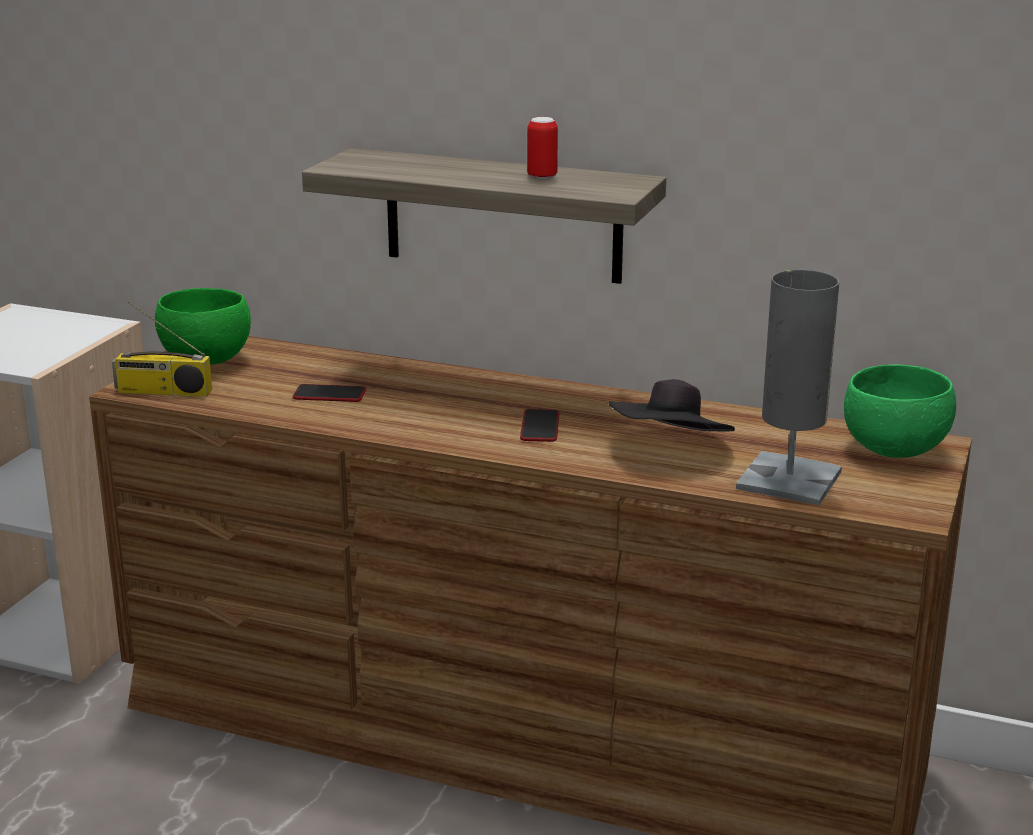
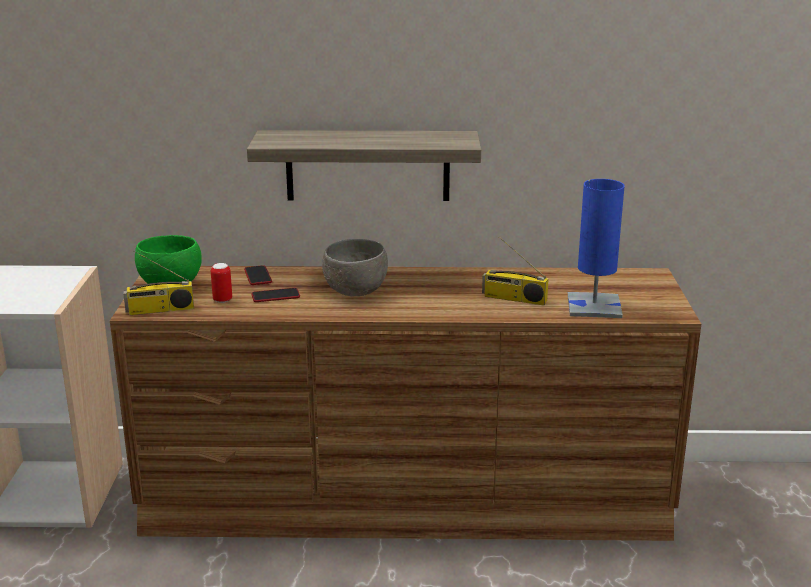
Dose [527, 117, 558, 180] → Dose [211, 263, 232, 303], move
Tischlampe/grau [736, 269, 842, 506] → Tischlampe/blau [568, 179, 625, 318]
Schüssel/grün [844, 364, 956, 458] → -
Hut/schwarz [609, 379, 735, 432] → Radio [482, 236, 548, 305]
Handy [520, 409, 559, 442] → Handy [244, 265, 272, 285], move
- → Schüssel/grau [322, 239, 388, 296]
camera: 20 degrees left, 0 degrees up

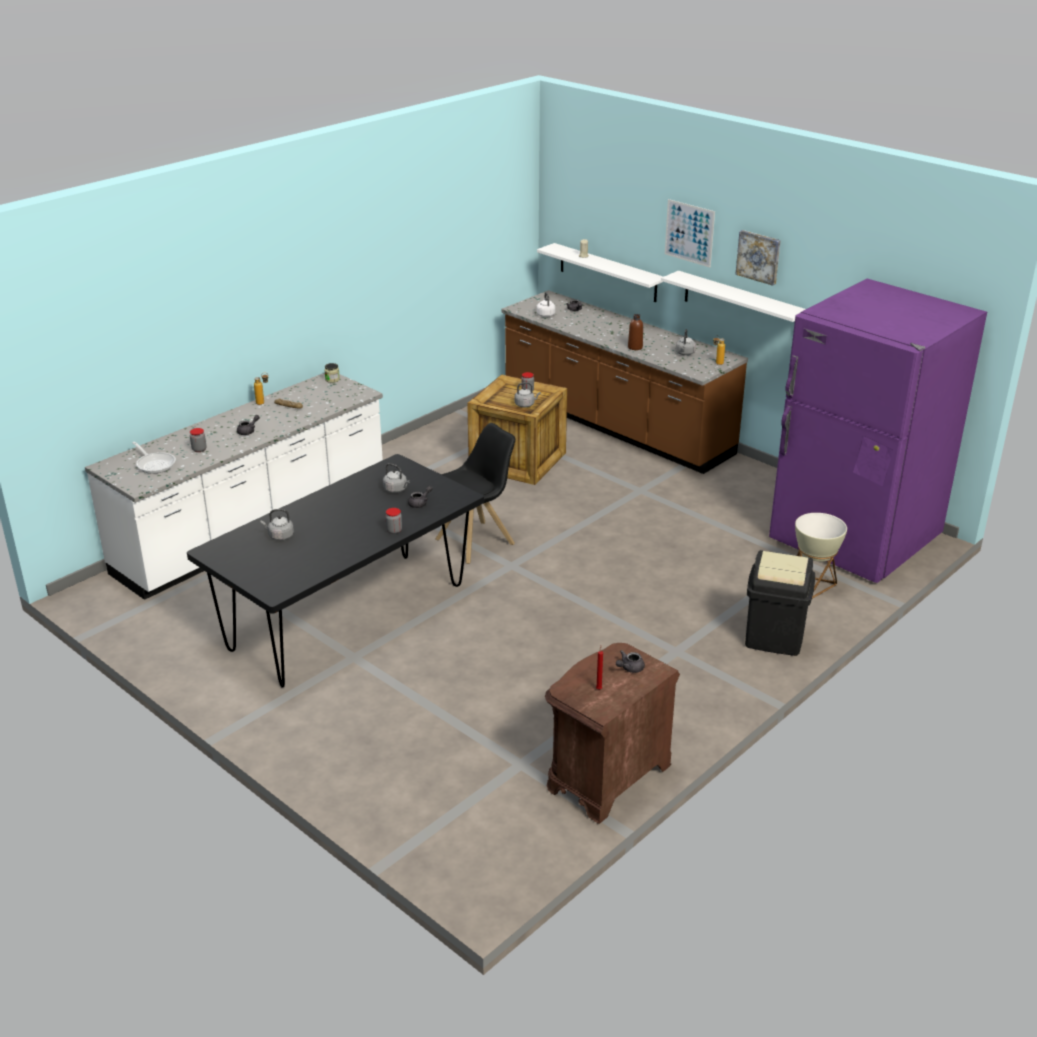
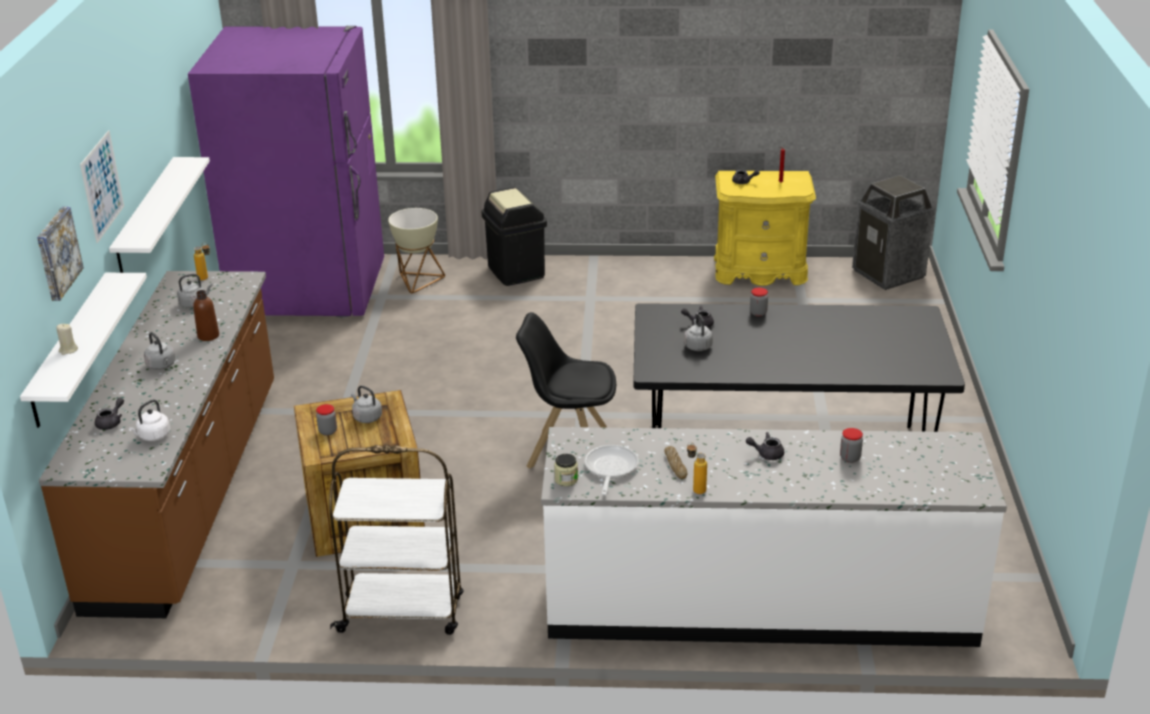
Bild [735, 230, 781, 286] → Bild [37, 207, 84, 301], move
Pfanne [133, 442, 176, 474] → Pfanne [584, 445, 639, 495], move
Wasserkessel/grau [261, 509, 294, 541] → Wasserkessel/grau [144, 332, 175, 370], move
Nachttisch/braun [545, 643, 680, 824] → Nachttisch/gelb [714, 171, 816, 286]
- → Mülleimer [852, 175, 934, 290]
- → Rollwagen/weiß [329, 445, 464, 635]
camera: 130 degrees left, 0 degrees up

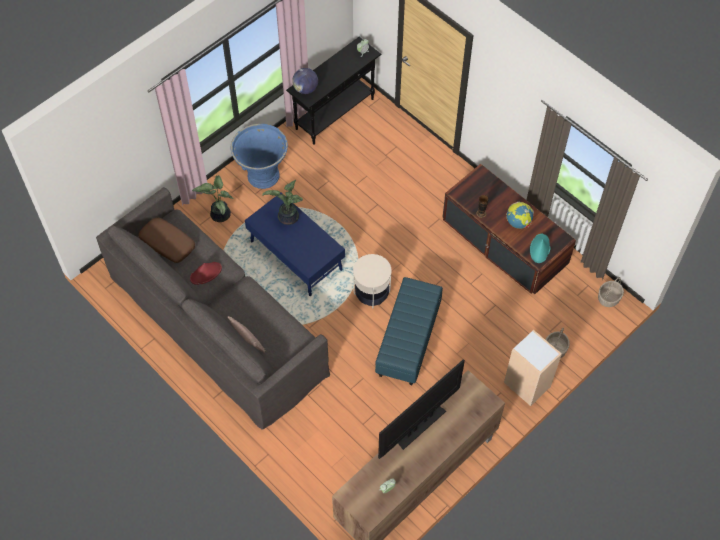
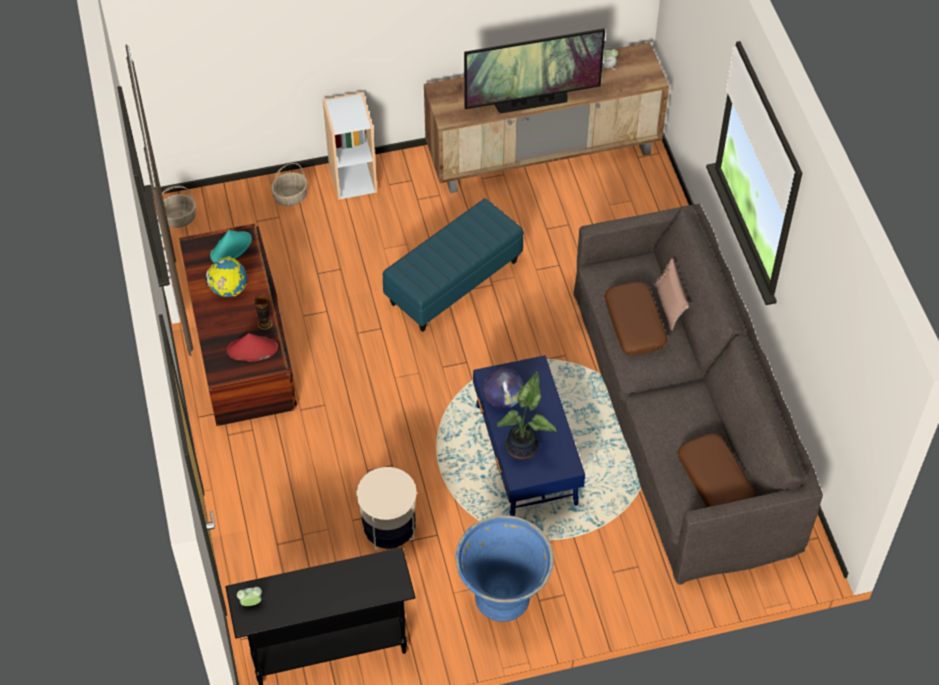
Globus [292, 68, 318, 94] → Globus [482, 367, 524, 409], move
Topfpflanze [192, 175, 234, 222] → -
Beistelltisch/beige [353, 254, 392, 308] → Beistelltisch/beige [357, 467, 417, 550], move
Hut/rot [190, 262, 222, 285] → Hut/rot [227, 333, 278, 362], move
- → Kissen/braun [604, 282, 667, 355]
camera: 150 degrees left, 5 degrees down

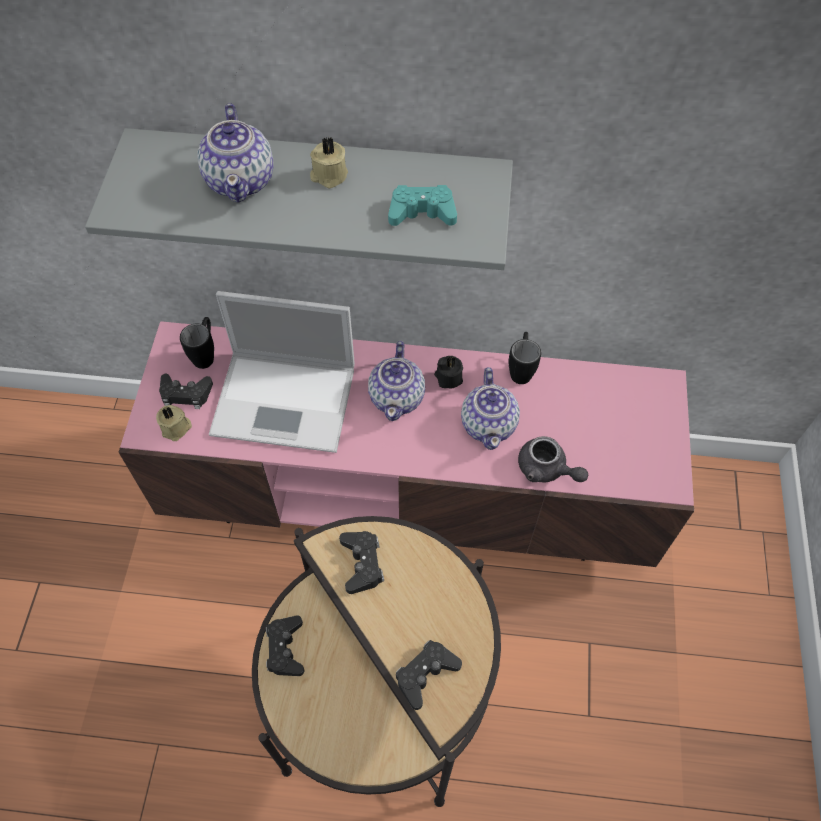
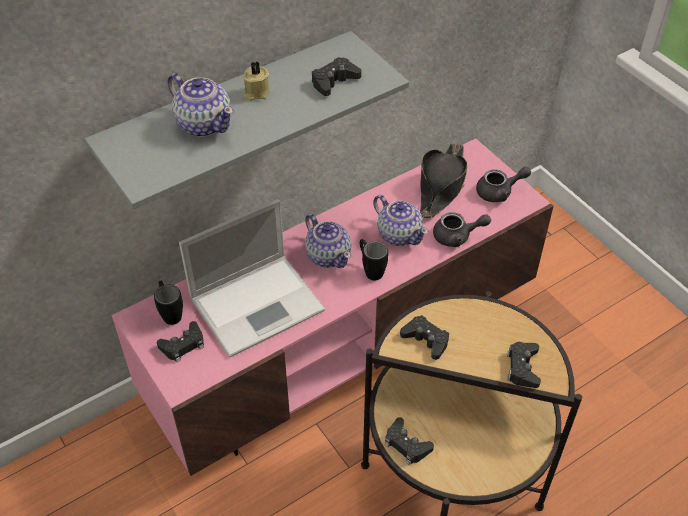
Gamepad/türkis [388, 185, 457, 226] → Gamepad/schwarz [312, 57, 362, 96]
Henkelbecher/schwarz [509, 332, 541, 384] → Henkelbecher/schwarz [360, 239, 388, 281], move
Kerze/schwarz [434, 356, 463, 388] → -
Kerze/beige [156, 405, 192, 441] → -
- → Hut/schwarz [420, 144, 467, 218]
- → Teekanne/grau [476, 167, 531, 202]
camera: 40 degrees left, 10 degrees down

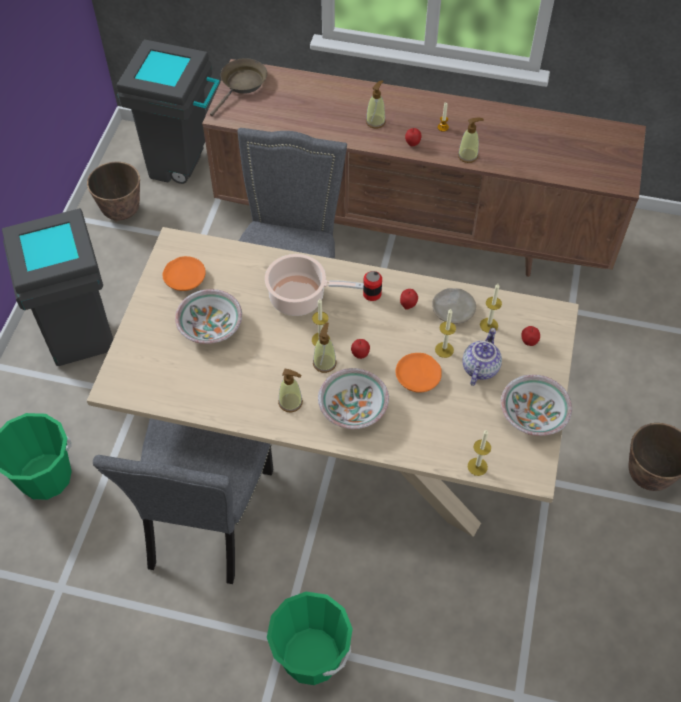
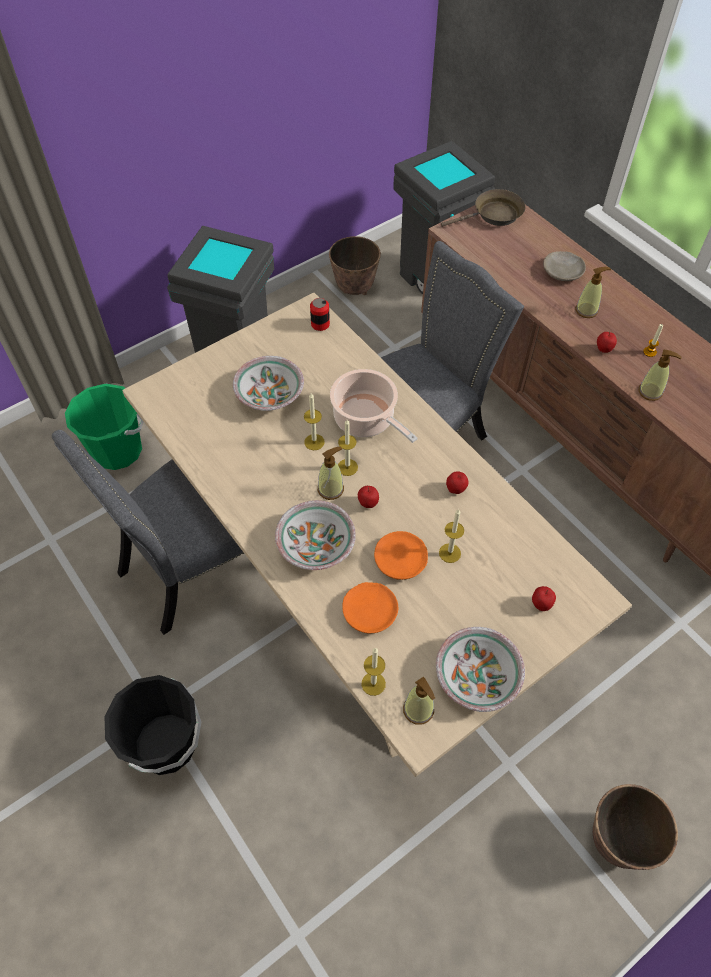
Teller/orange [162, 256, 206, 291] → Teller/orange [342, 582, 398, 633], move
Dose [363, 271, 382, 301] → Dose [310, 298, 330, 331], move
Kerze [480, 284, 502, 333] → Kerze [304, 393, 325, 450], move
Teller/beige [432, 288, 476, 324] → Teller/beige [543, 251, 586, 281], move
Teekanne [463, 328, 502, 386] → -
Seifenspender [278, 369, 303, 413] → Seifenspender [403, 677, 435, 725], move
Eimer/grün [267, 592, 353, 685] → Eimer/schwarz [104, 675, 201, 775]
camera: 40 degrees right, 0 degrees up

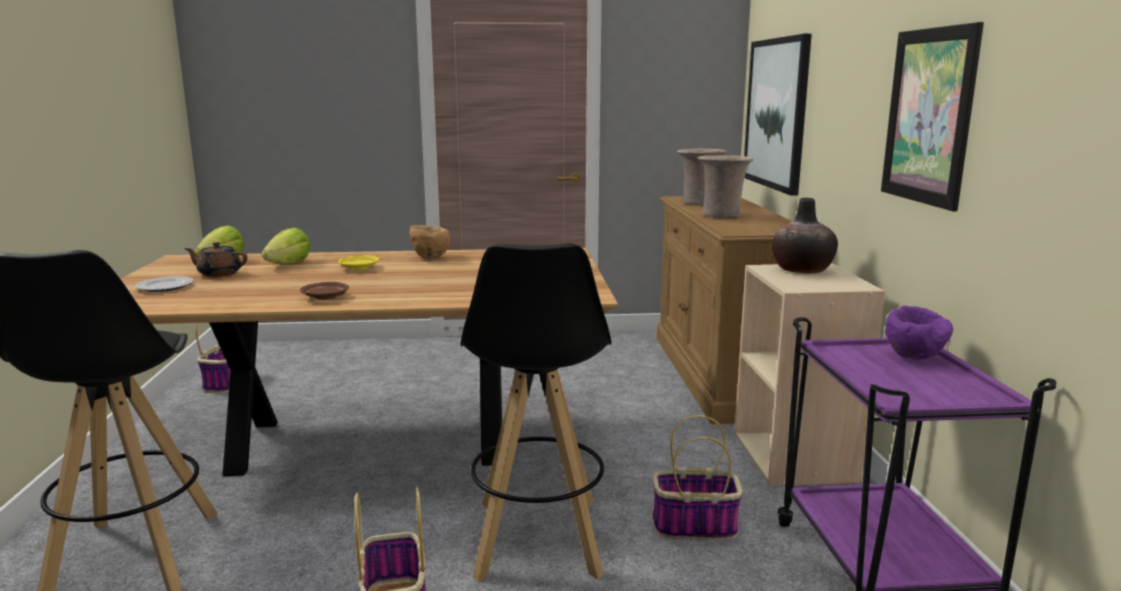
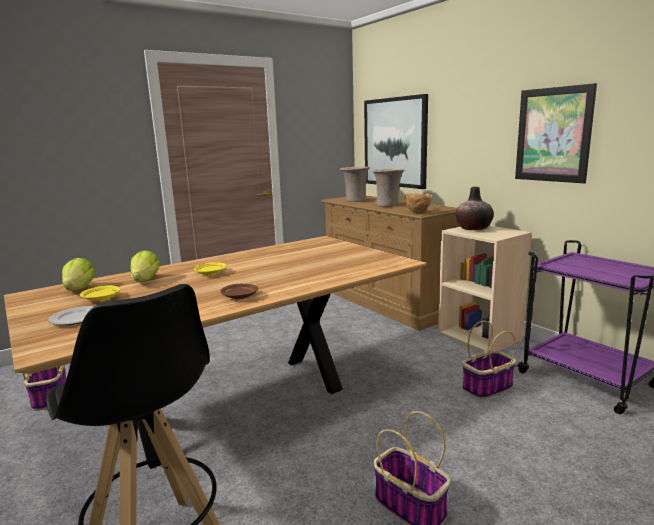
Schüssel/braun [409, 225, 450, 259] → Schüssel/braun [405, 193, 432, 213], move
Teekanne/braun [184, 242, 247, 277] → Teller/gelb [80, 285, 120, 301]
Hocker/schwarz [460, 243, 611, 582] → -
Schüssel/lila [885, 306, 953, 360] → -
camera: 30 degrees left, 0 degrees up

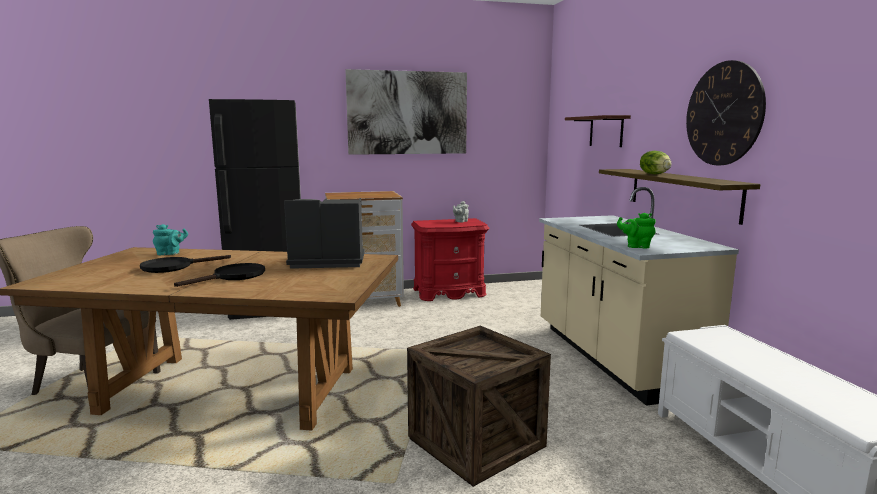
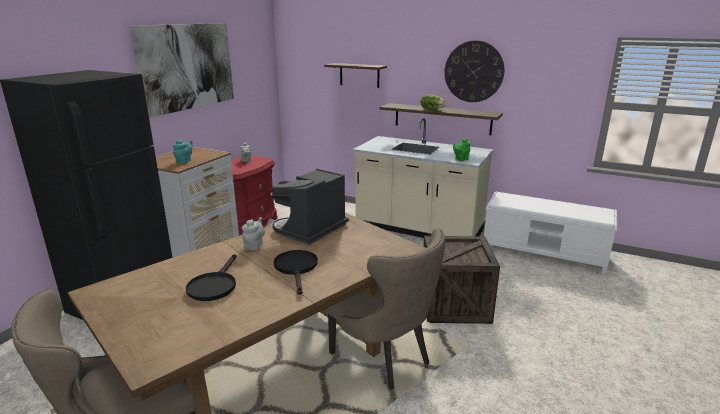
Teekanne/türkis [153, 224, 188, 255] → Teekanne/türkis [173, 140, 193, 164], move
- → Teekanne/grau [242, 217, 265, 251]
- → Stuhl/beige [326, 228, 446, 390]
camera: 50 degrees left, 10 degrees up

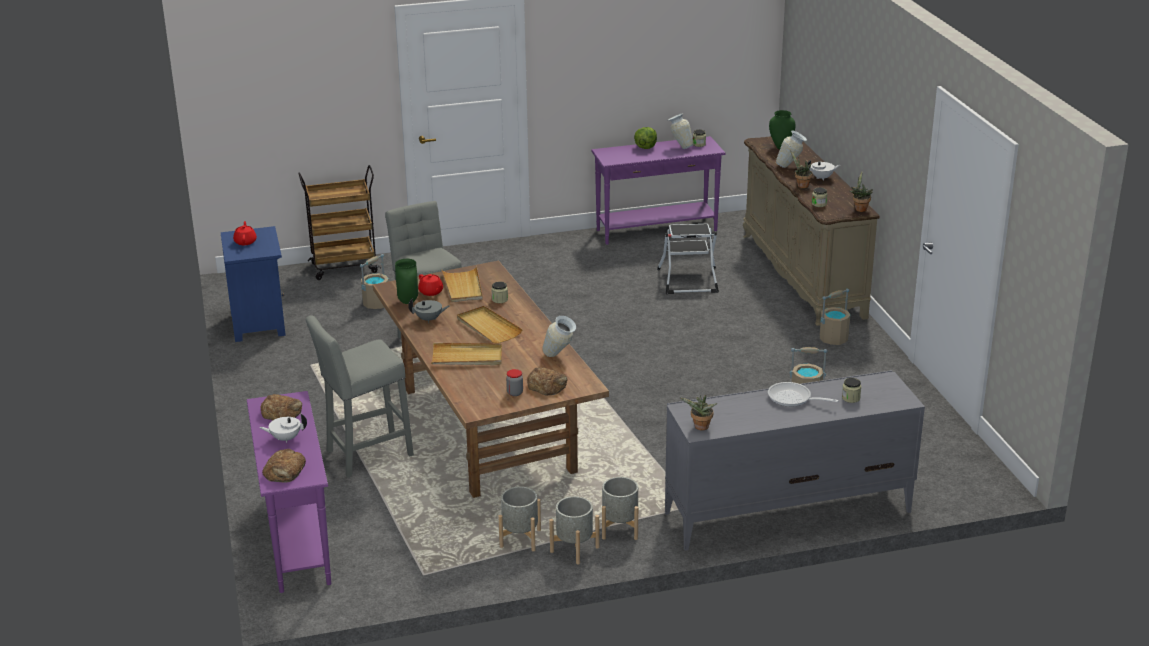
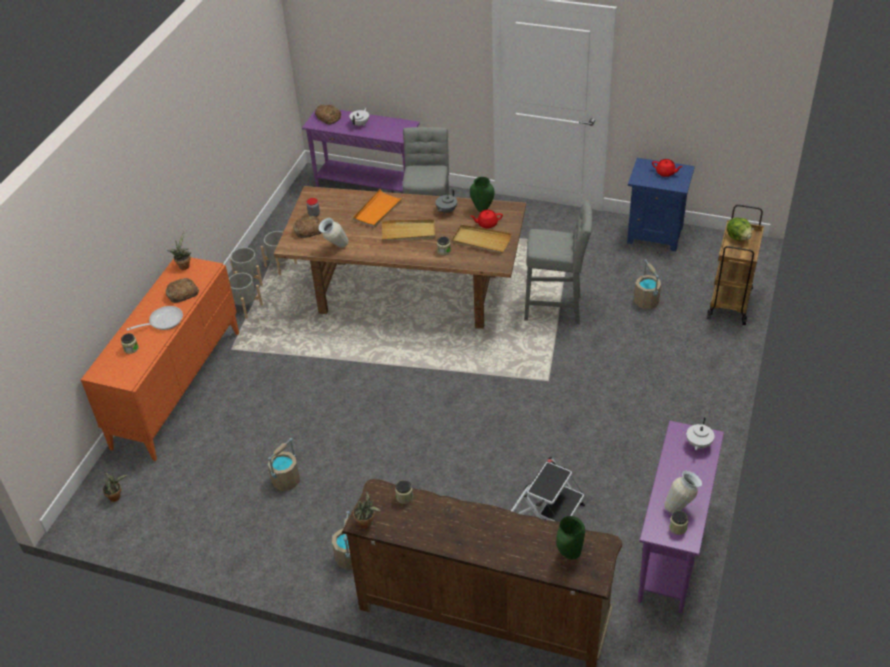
Salatkopf [634, 127, 657, 149] → Salatkopf [727, 217, 752, 241], move
Vase [776, 131, 807, 168] → -
Topfpflanze [791, 151, 812, 188] → Topfpflanze [103, 472, 128, 502], move
Teekanne/weiß [808, 160, 840, 181] → Teekanne/weiß [686, 417, 714, 450], move
Tablett/beige [431, 343, 502, 365] → Tablett/orange [353, 189, 404, 228]
Kommode/grau [665, 370, 925, 551] → Kommode/orange [81, 257, 239, 461]
Brot [260, 394, 302, 420] → Brot [166, 278, 199, 303], move
camera: 125 degrees right, 15 degrees up

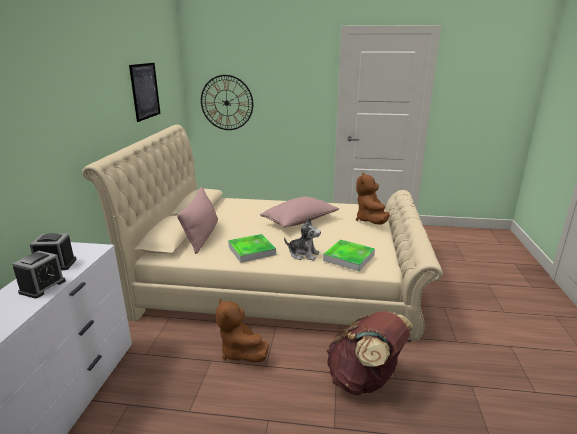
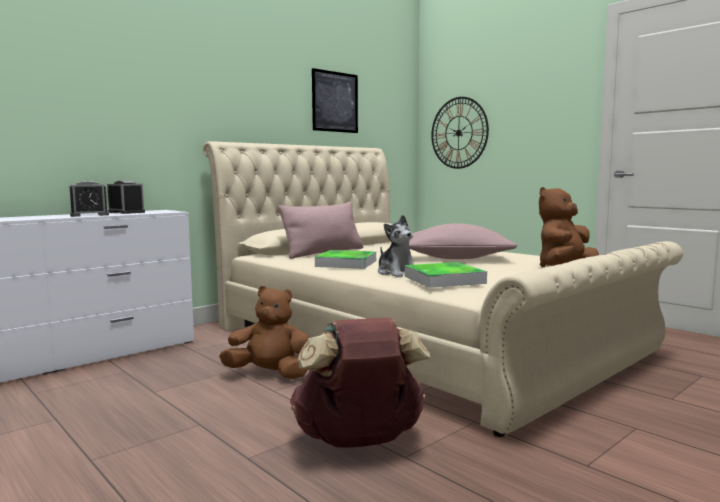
Plüschtier/braun [215, 298, 269, 362] → Plüschtier/braun [219, 286, 309, 379], 90 degrees clockwise
camera: 40 degrees right, 15 degrees down

